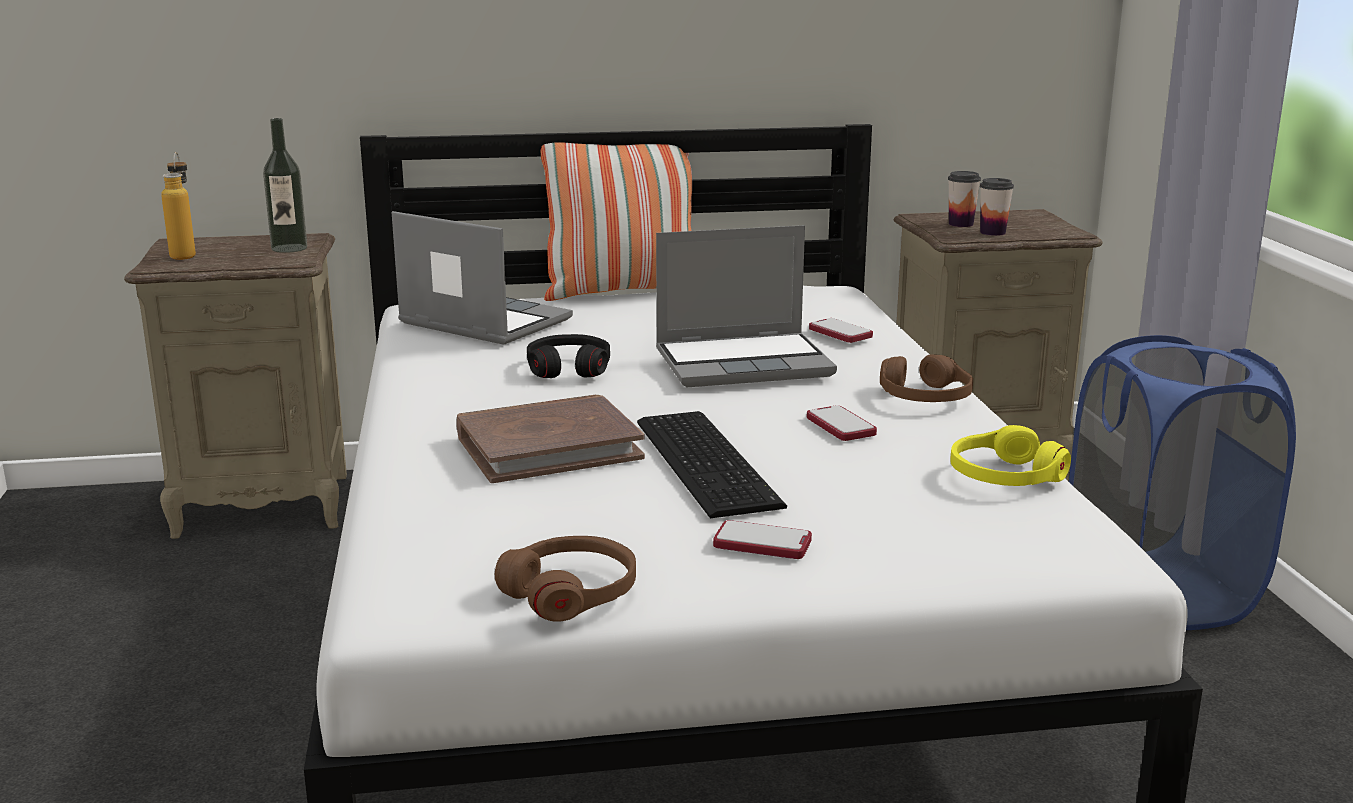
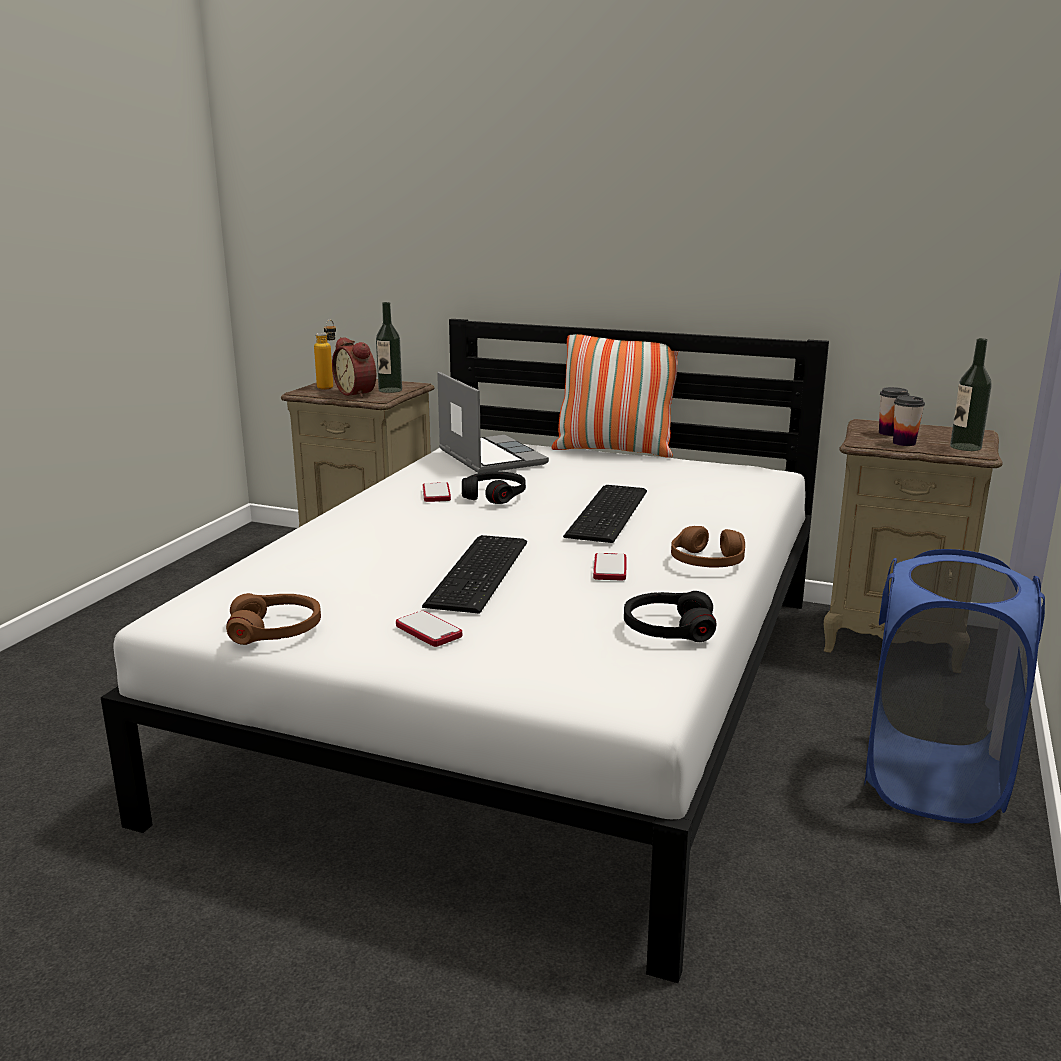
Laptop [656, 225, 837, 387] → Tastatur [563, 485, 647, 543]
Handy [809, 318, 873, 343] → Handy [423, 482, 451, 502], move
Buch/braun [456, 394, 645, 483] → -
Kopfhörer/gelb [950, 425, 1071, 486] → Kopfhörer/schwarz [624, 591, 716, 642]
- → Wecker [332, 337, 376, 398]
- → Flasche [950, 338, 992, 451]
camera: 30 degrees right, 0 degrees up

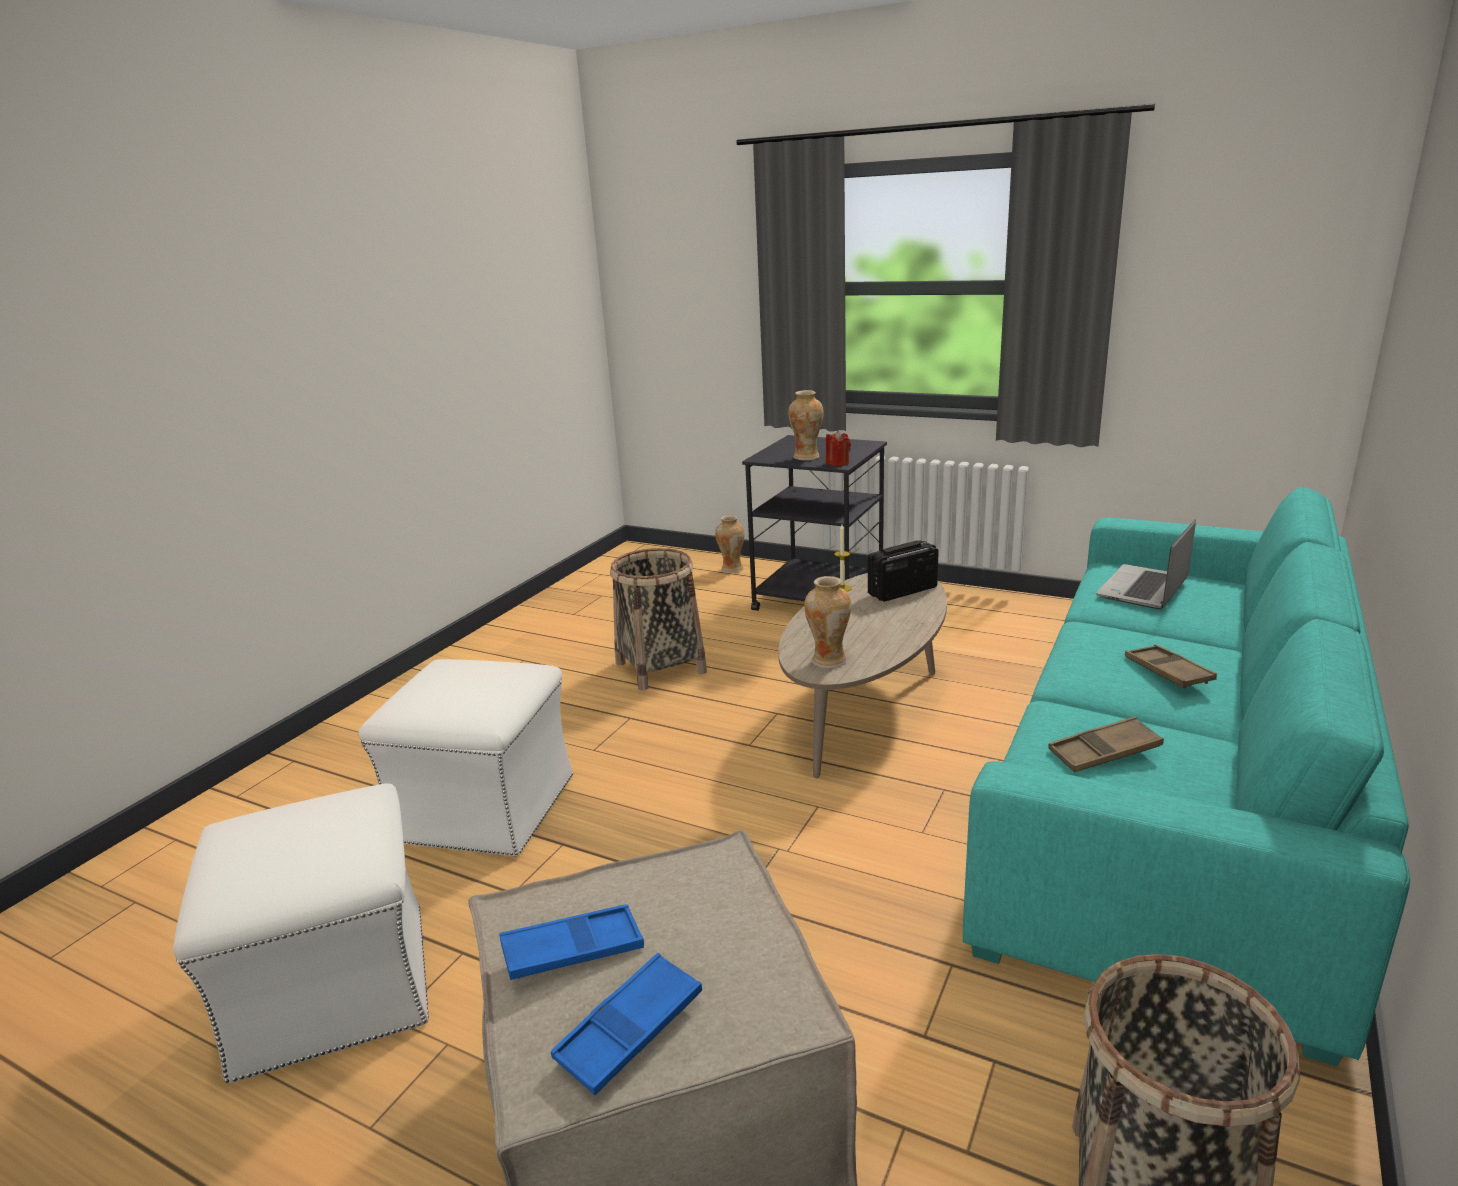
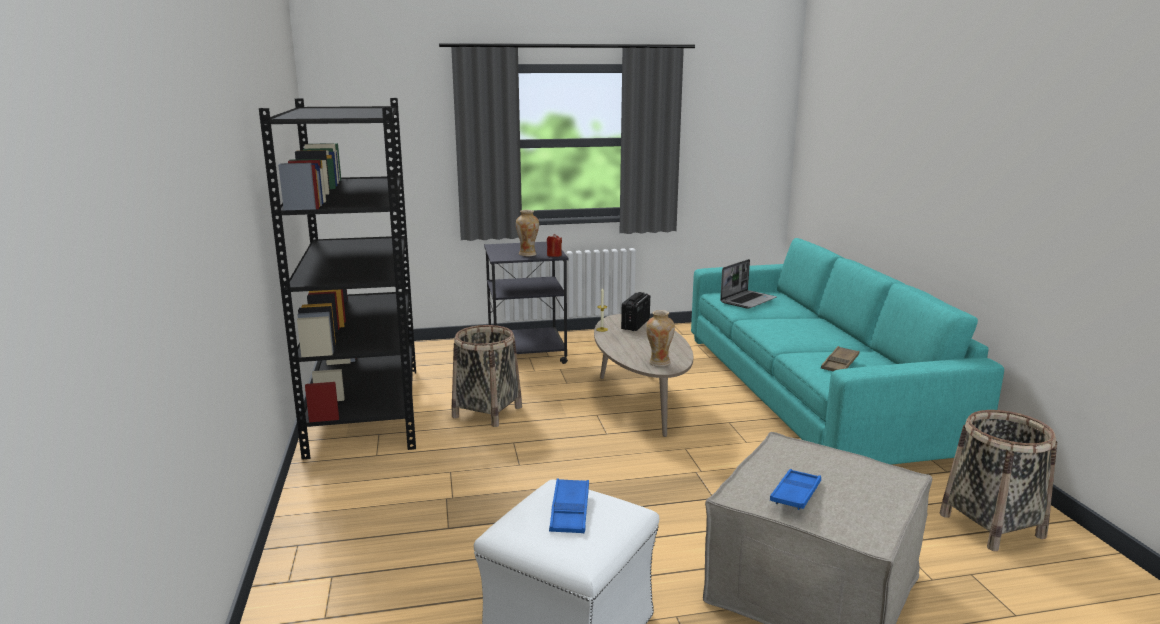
Vase [715, 515, 745, 573] → -
Laptop [1096, 519, 1196, 609] → Laptop [720, 259, 777, 309], 135 degrees counterclockwise
Tablett/braun [1125, 644, 1217, 688] → -
Polsterhocker/weiß [359, 659, 573, 857] → -
Tablett/blau [551, 953, 702, 1095] → Tablett/blau [549, 478, 589, 533], move
- → Bücherregal/schwarz [259, 98, 416, 460]
camera: 40 degrees left, 5 degrees down

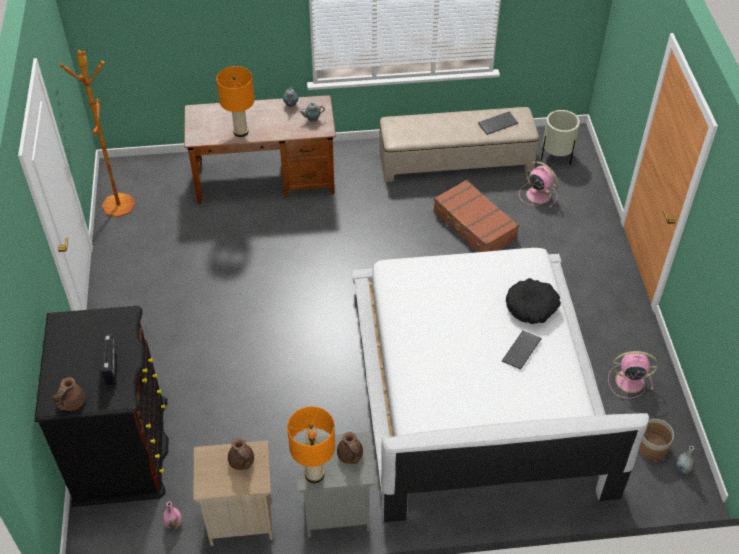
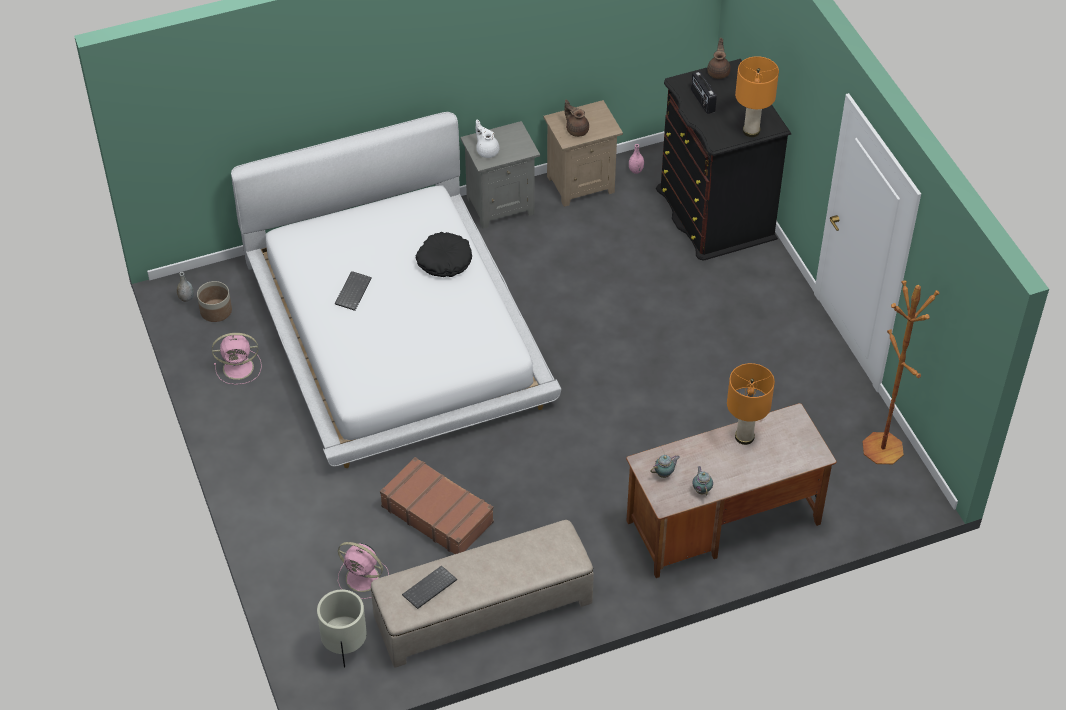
Kissen/schwarz [506, 278, 561, 324] → Kissen/schwarz [415, 232, 472, 277], move
Tischlampe/orange [287, 406, 335, 483] → Tischlampe/orange [735, 56, 779, 137], move
Teekanne/braun [337, 432, 363, 464] → Teekanne/weiß [476, 119, 499, 158]
camera: 165 degrees right, 0 degrees up

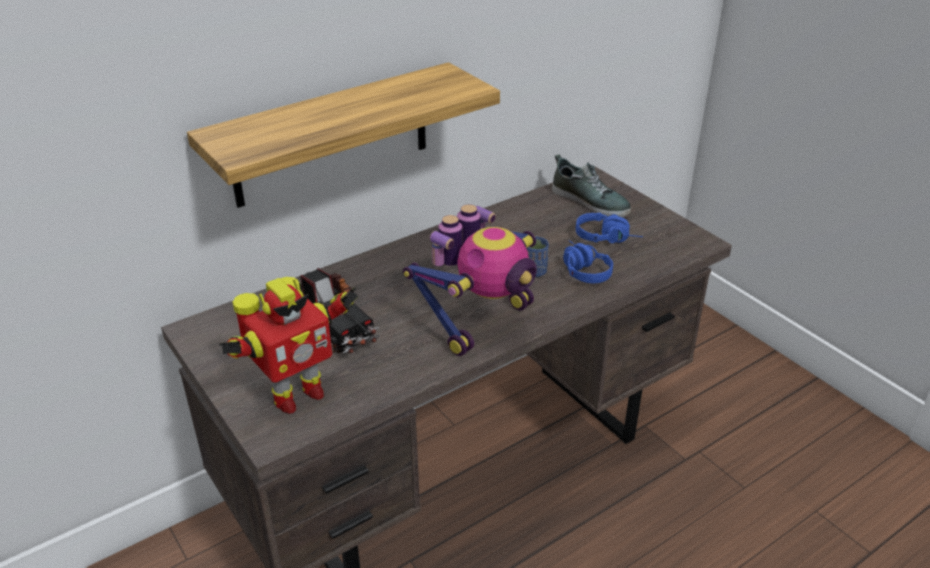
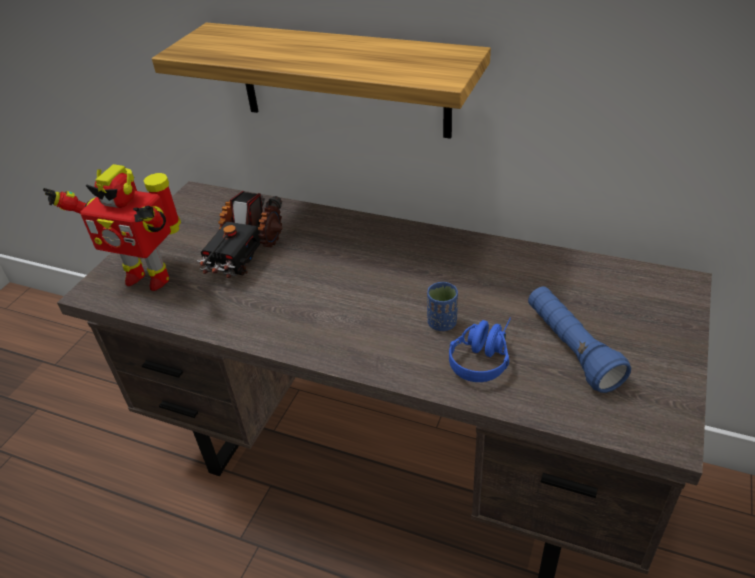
Schuh [552, 154, 631, 218] → -
Spielzeugroboter [403, 204, 537, 356] → -
Kopfhörer/blau [576, 213, 643, 243] → Taschenlampe/blau [528, 287, 631, 393]
camera: 60 degrees right, 5 degrees up

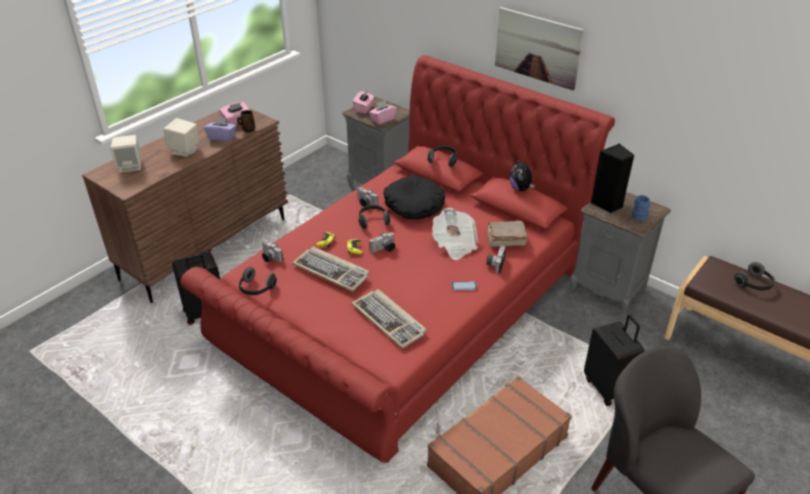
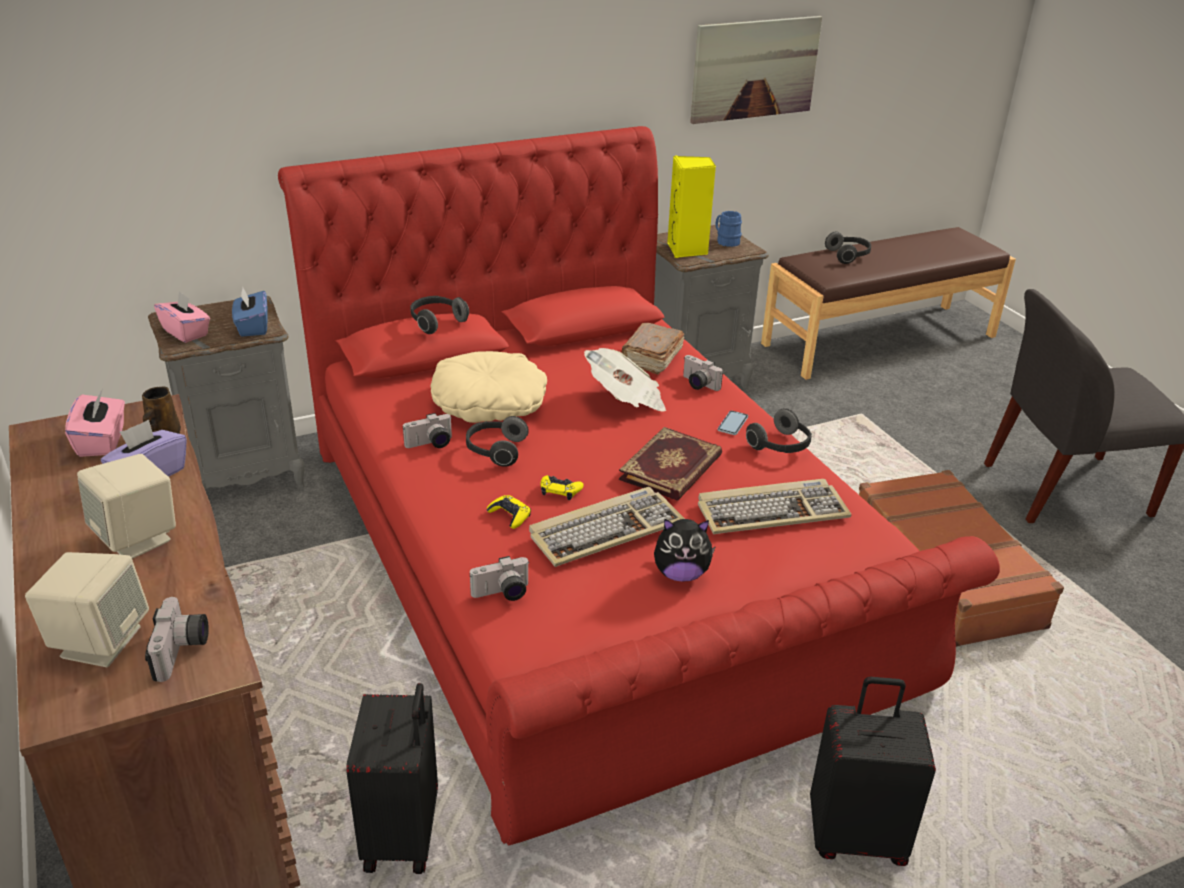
Bild [495, 7, 584, 90] → Bild [690, 16, 822, 124], move
Taschentuchbox/rosa [369, 100, 397, 125] → Taschentuchbox/blau [232, 288, 268, 337]
Lautsprecher/schwarz [591, 143, 634, 213] → Lautsprecher/gelb [667, 156, 716, 258]
Plüschtier [509, 158, 535, 191] → Plüschtier [654, 518, 716, 582], move
Kissen/schwarz [383, 175, 445, 219] → Kissen/beige [430, 351, 547, 423]
Kamera [369, 232, 395, 253] → Kamera [145, 597, 209, 682], move
Kopfhörer [239, 267, 277, 295] → Kopfhörer [746, 408, 812, 453], move
Koffer/schwarz [584, 315, 644, 406] → Koffer/schwarz [810, 677, 936, 866], move
- → Buch [619, 427, 722, 501]
camera: 65 degrees left, 5 degrees down

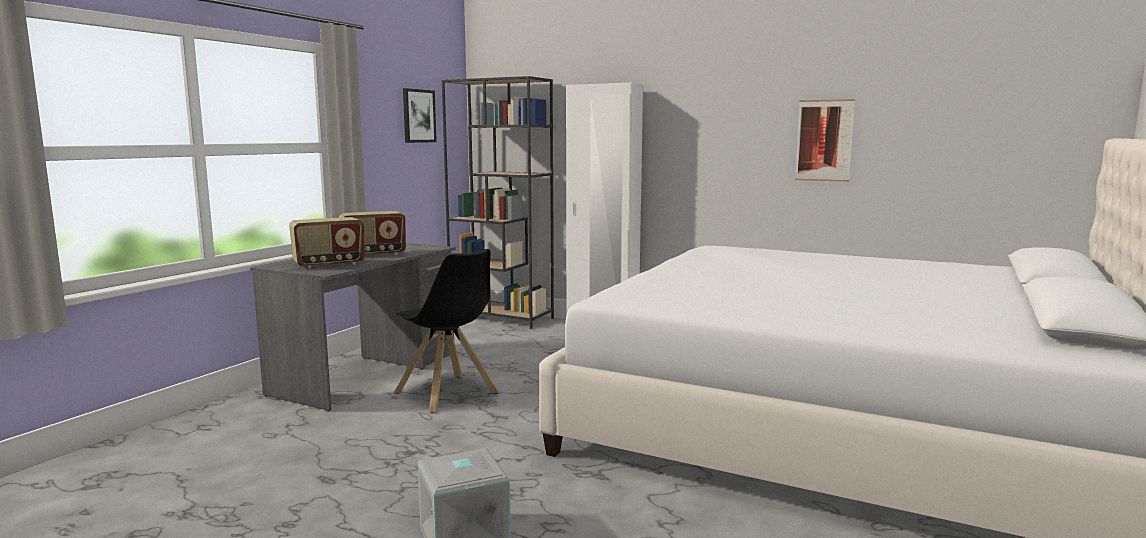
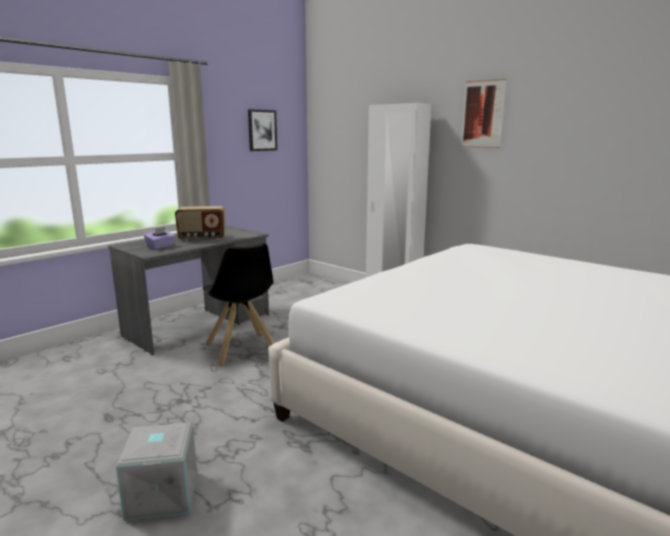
Bücherregal [442, 76, 554, 329] → -
Bild [795, 99, 855, 182] → Bild [461, 79, 506, 148], move
Radio [289, 217, 365, 269] → Taschentuchbox/lila [144, 227, 175, 249]
camera: 15 degrees right, 5 degrees up

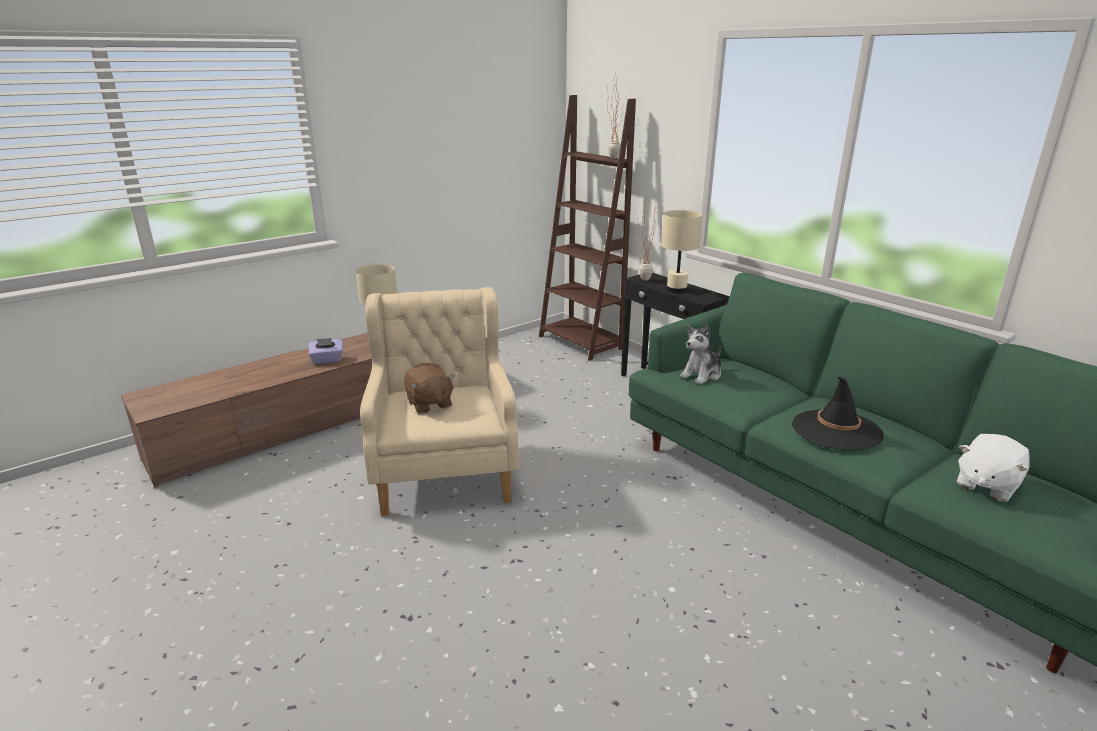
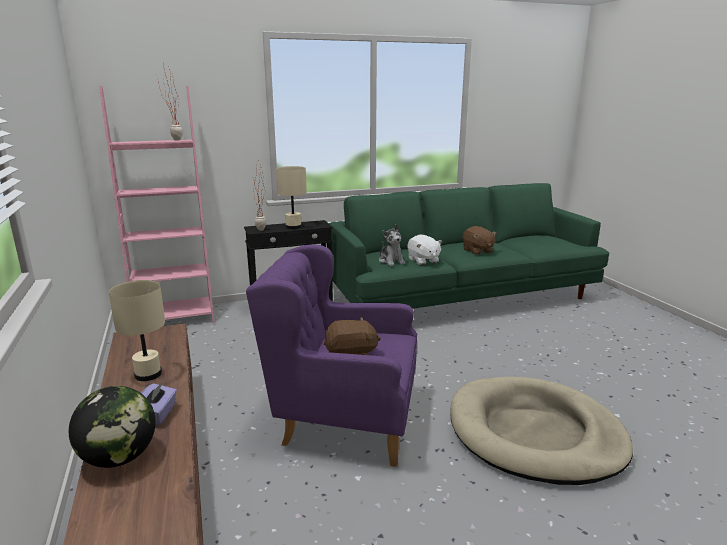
Bücherregal/braun [539, 95, 636, 361] → Bücherregal/rosa [99, 86, 215, 323]
Sessel/beige [360, 287, 519, 516] → Sessel/lila [246, 245, 417, 467]
Hut/schwarz [792, 376, 884, 450] → Plüschtier/braun [463, 226, 497, 255]
Plüschtier/weiß [957, 434, 1030, 502] → Plüschtier/weiß [407, 235, 442, 265], move
- → Hundebett/beige [450, 377, 633, 485]
- → Globus [69, 386, 156, 468]
camera: 70 degrees left, 5 degrees down

